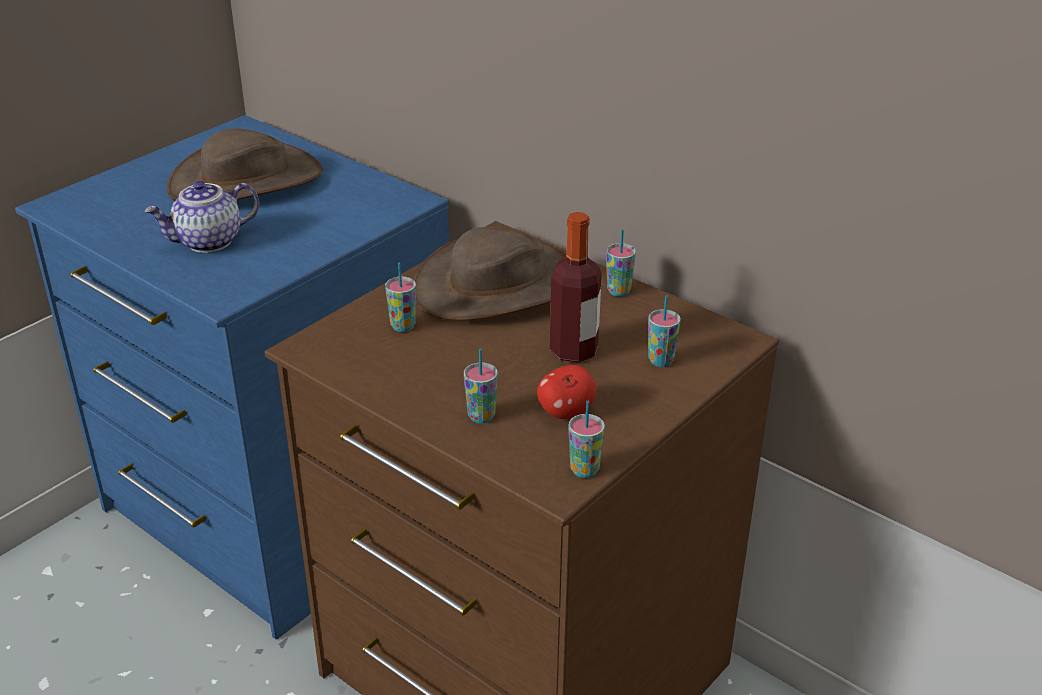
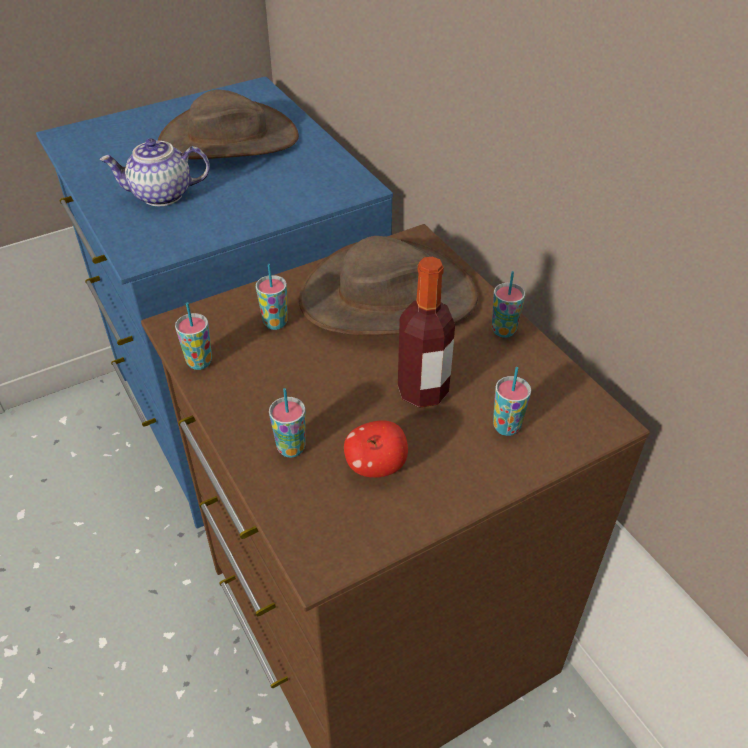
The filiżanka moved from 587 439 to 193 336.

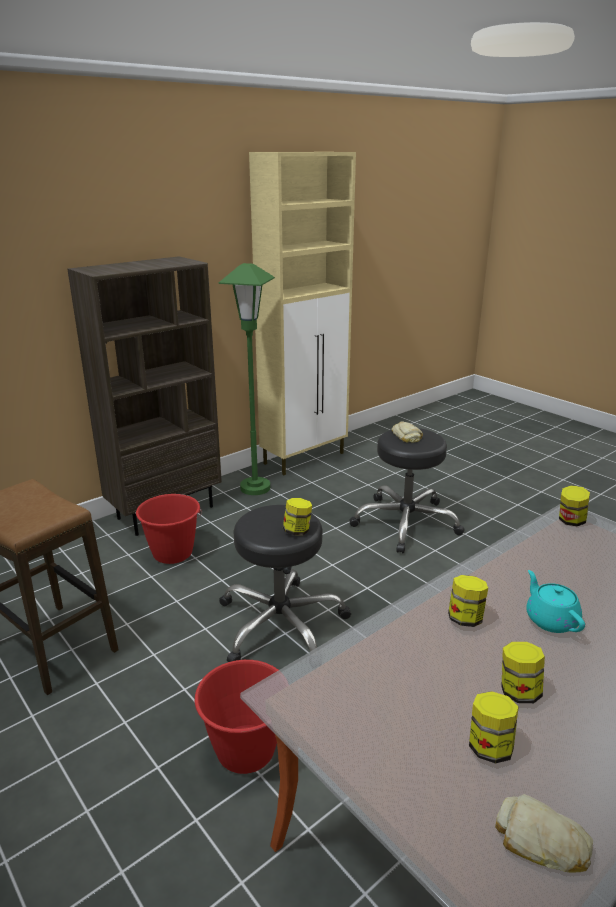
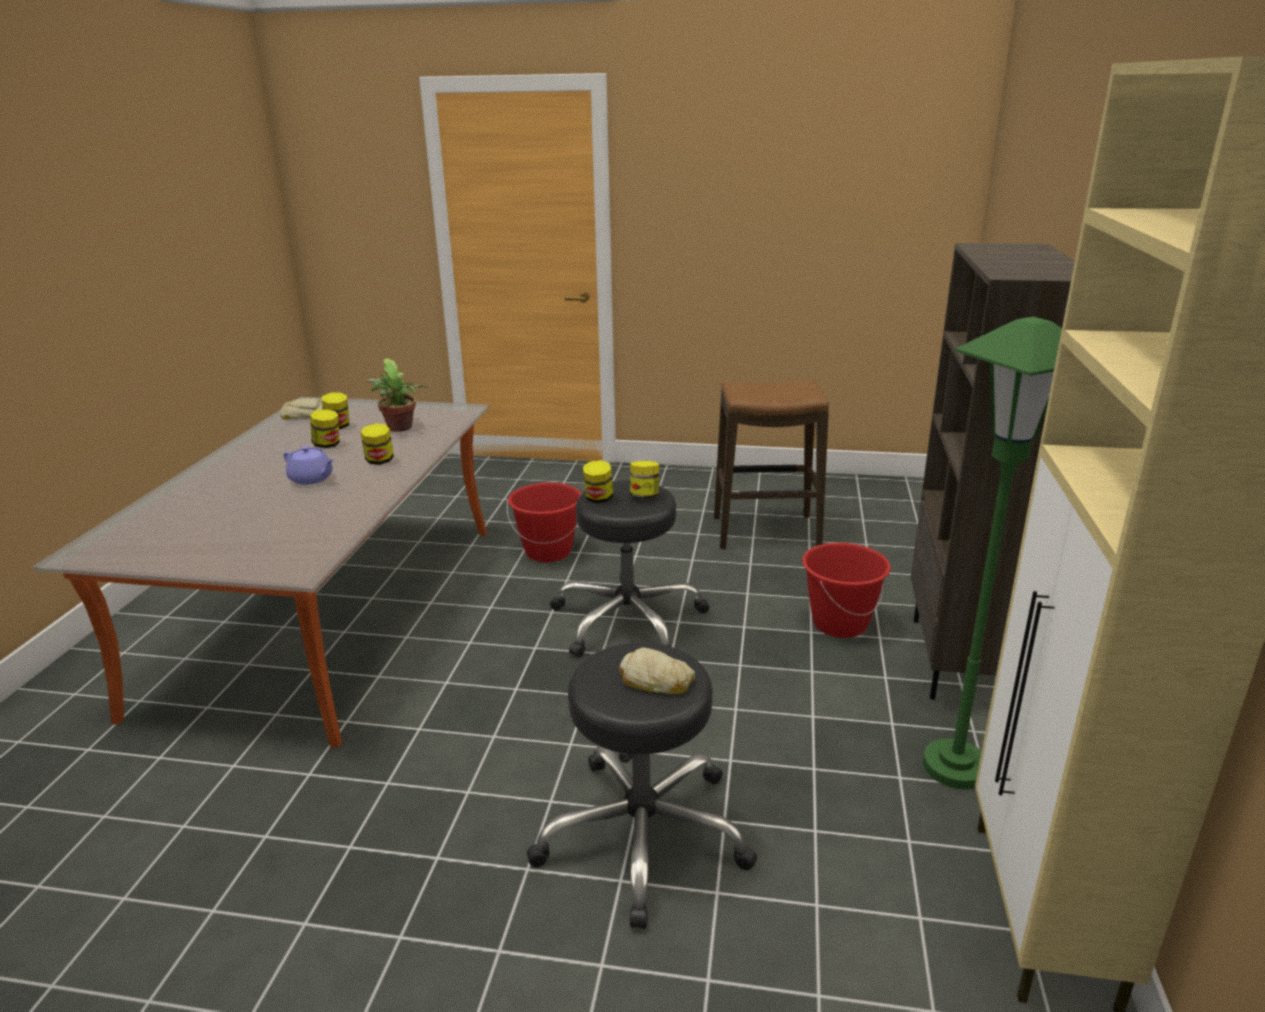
The imbryk [turkusowy] at 555 601 became the imbryk [fioletowy] at 308 465.
The roślina doniczkowa at 396 395 appeared.
The słoik moved from 574 505 to 644 480.

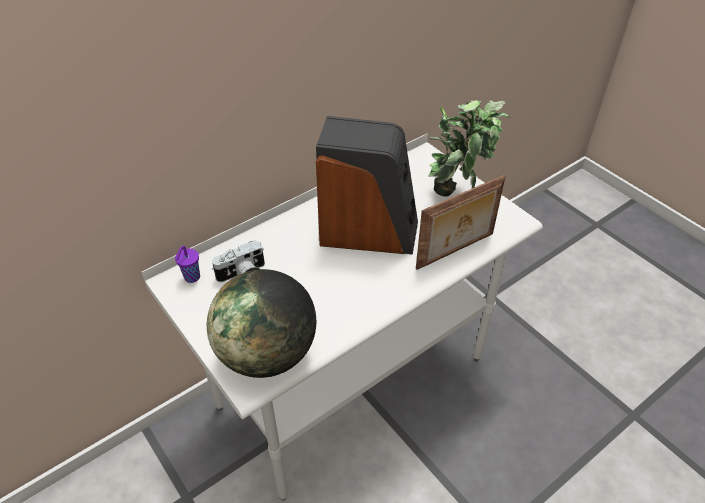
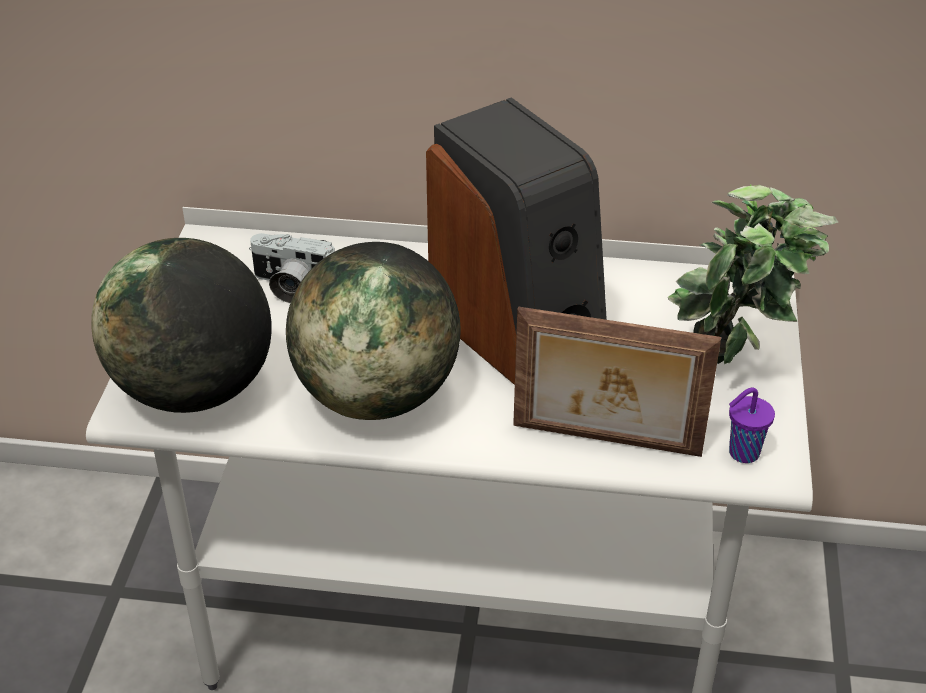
The globus at 373 331 appeared.
The filiżanka [fioletowy] moved from 187 264 to 752 425.

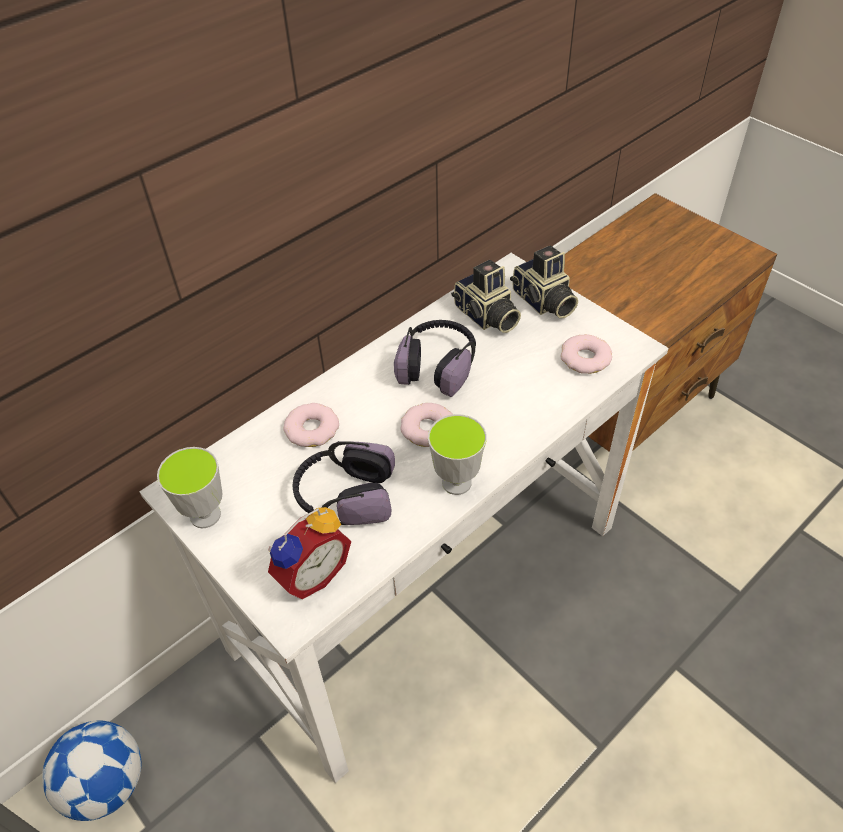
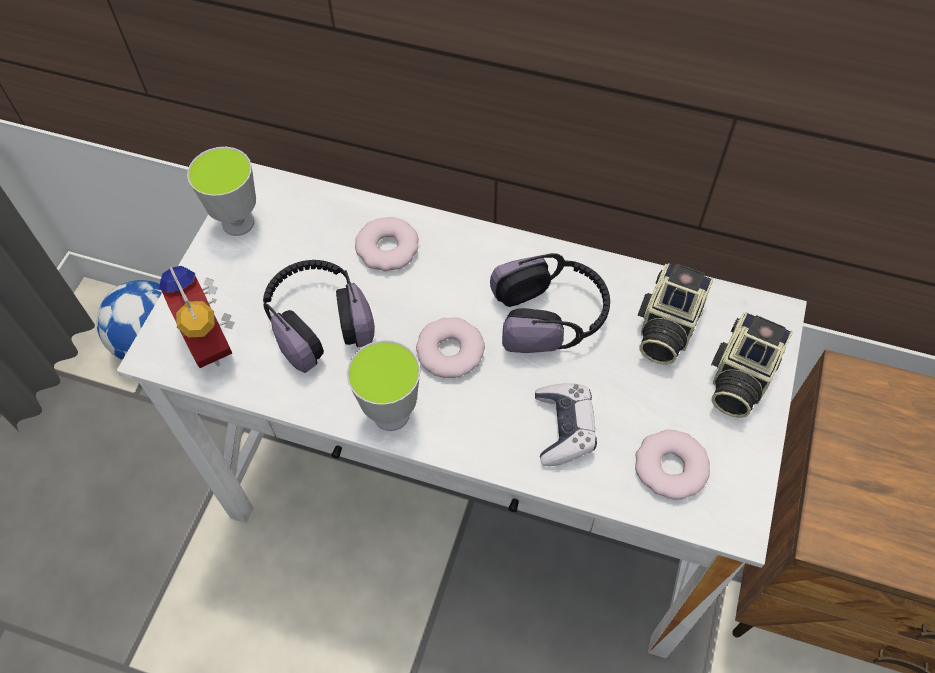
The budzik at 309 553 turned 45 degrees clockwise.
The pad do gier at 566 424 appeared.

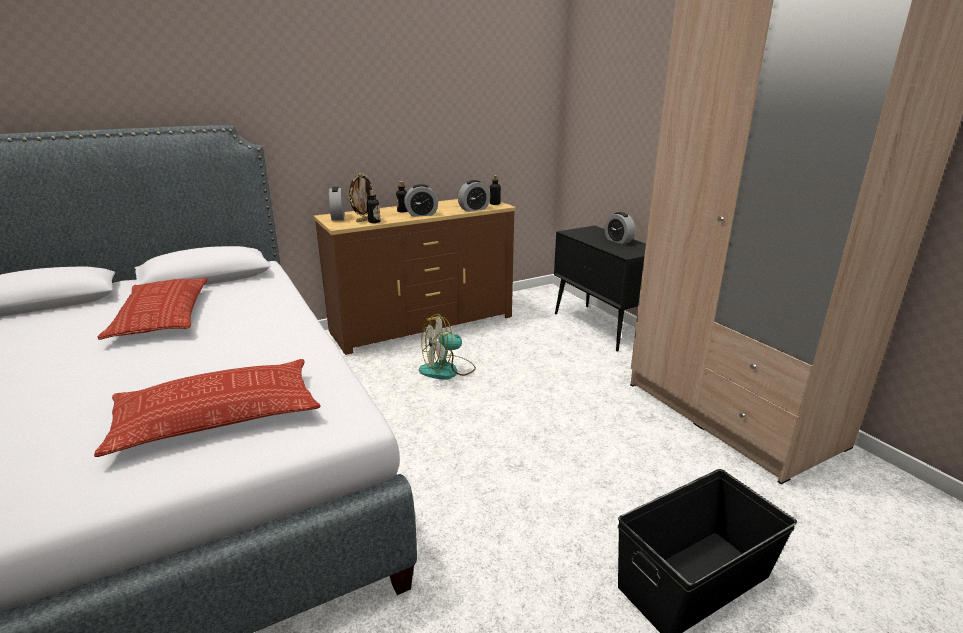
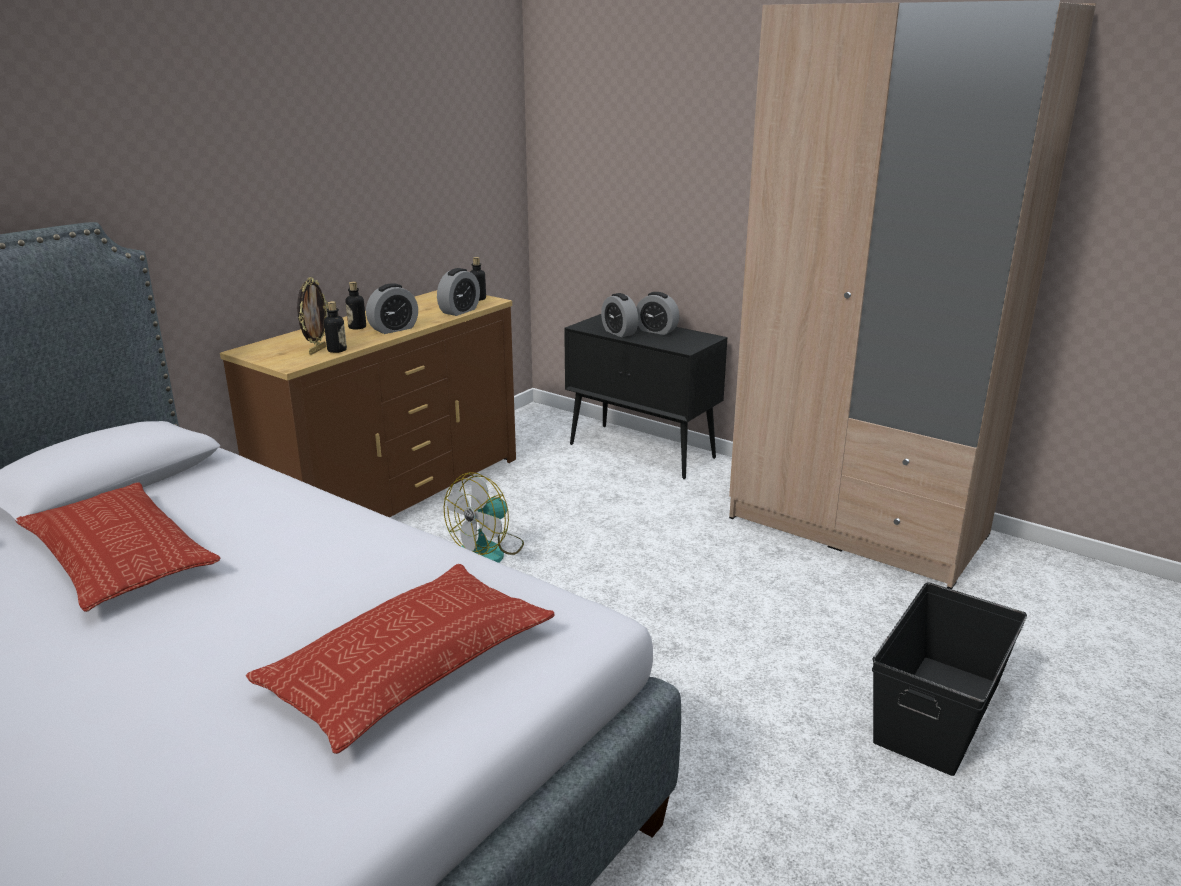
The budzik moved from 337 204 to 619 315.

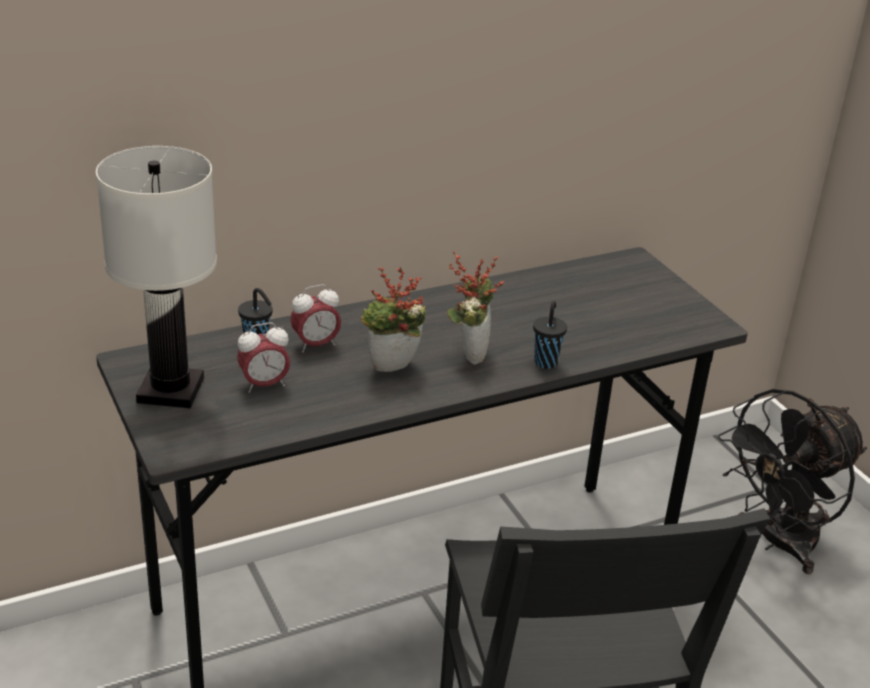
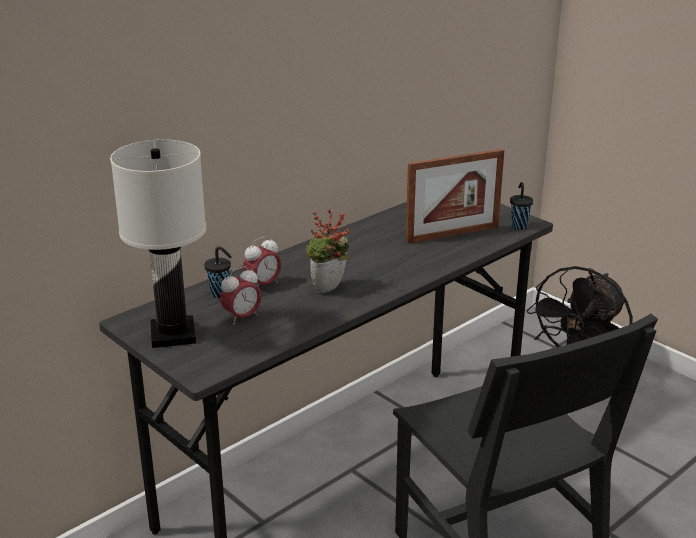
The ramka na zdjęcie at 455 196 appeared.
The filiżanka [czarny] moved from 550 335 to 521 206.
The roślina doniczkowa at 475 308 disappeared.

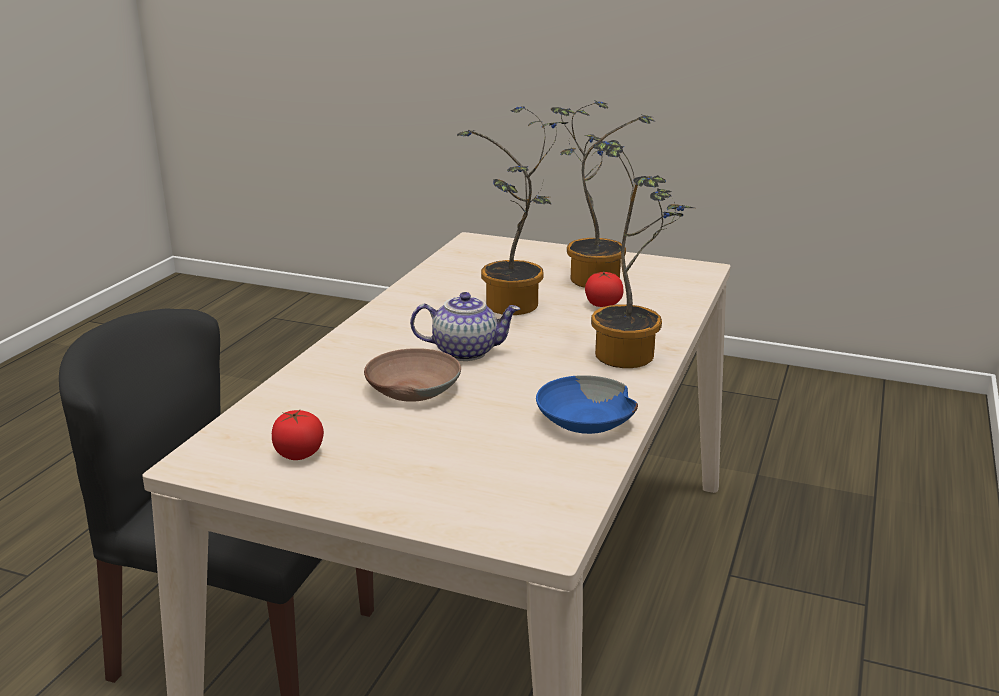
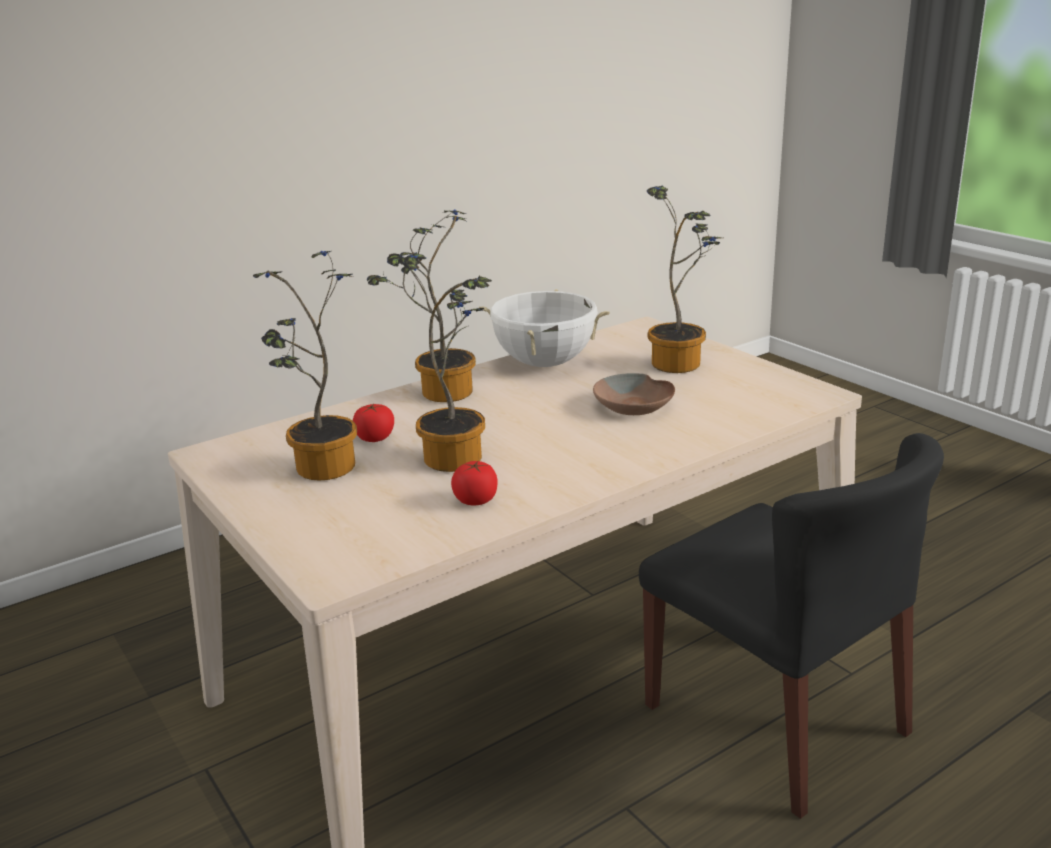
The pomidor moved from 298 434 to 474 483.
The miska [niebieski] at 587 404 was replaced by the garnek [biały] at 544 328.
The roślina doniczkowa at 684 279 appeared.
The imbryk at 465 326 disappeared.

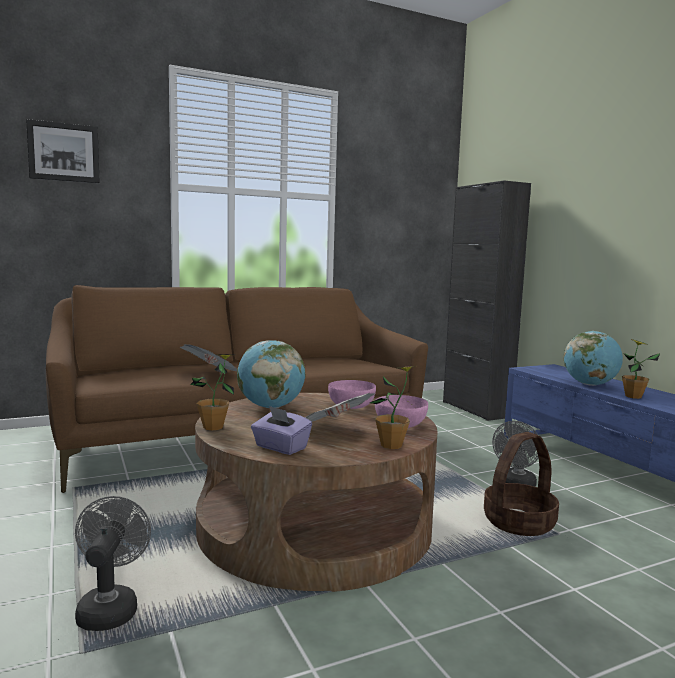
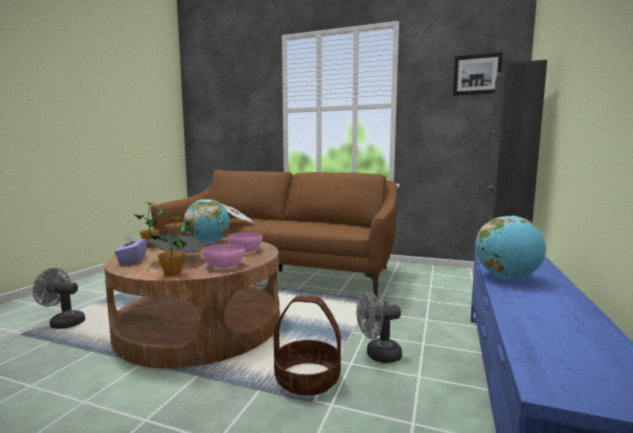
The wentylator [szary] at 113 563 turned 120 degrees counterclockwise.
The obraz moved from 63 151 to 478 74.
The roślina doniczkowa at 641 369 disappeared.

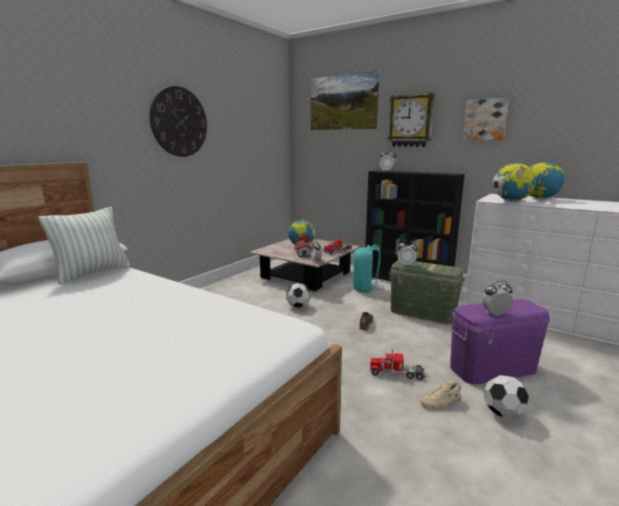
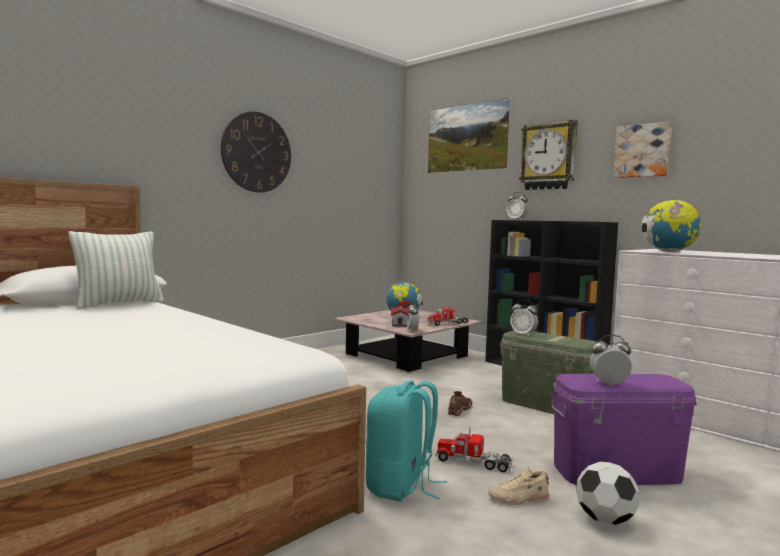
The plecak [turkusowy] moved from 367 269 to 406 441.
The piłka futbolowa at 298 295 disappeared.
The globus at 547 181 disappeared.

